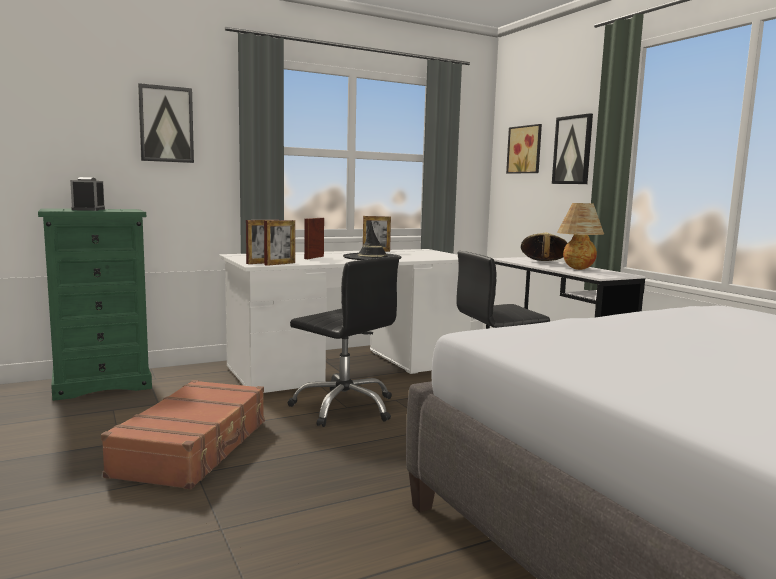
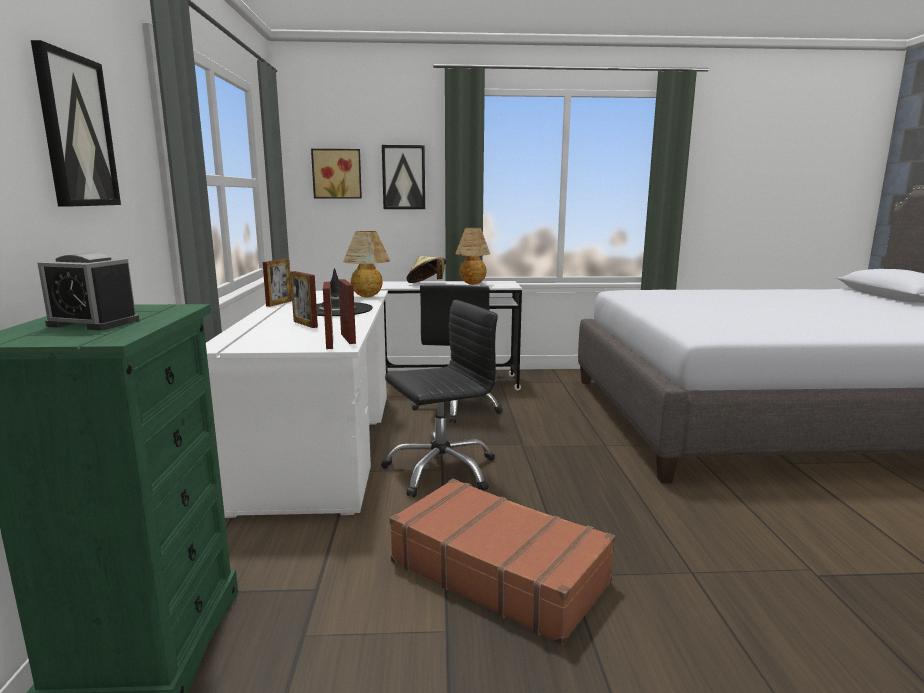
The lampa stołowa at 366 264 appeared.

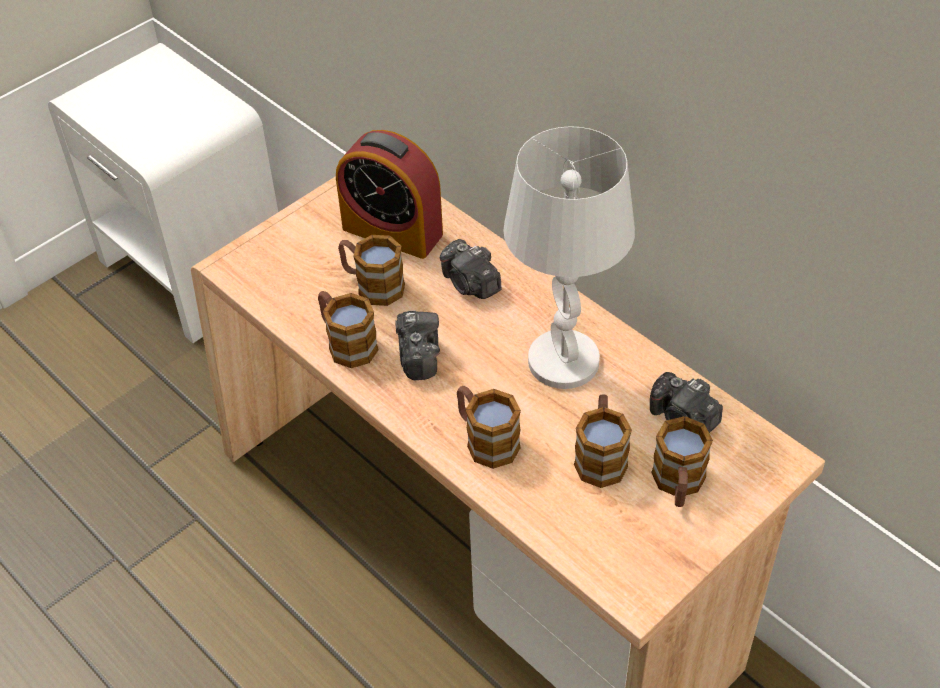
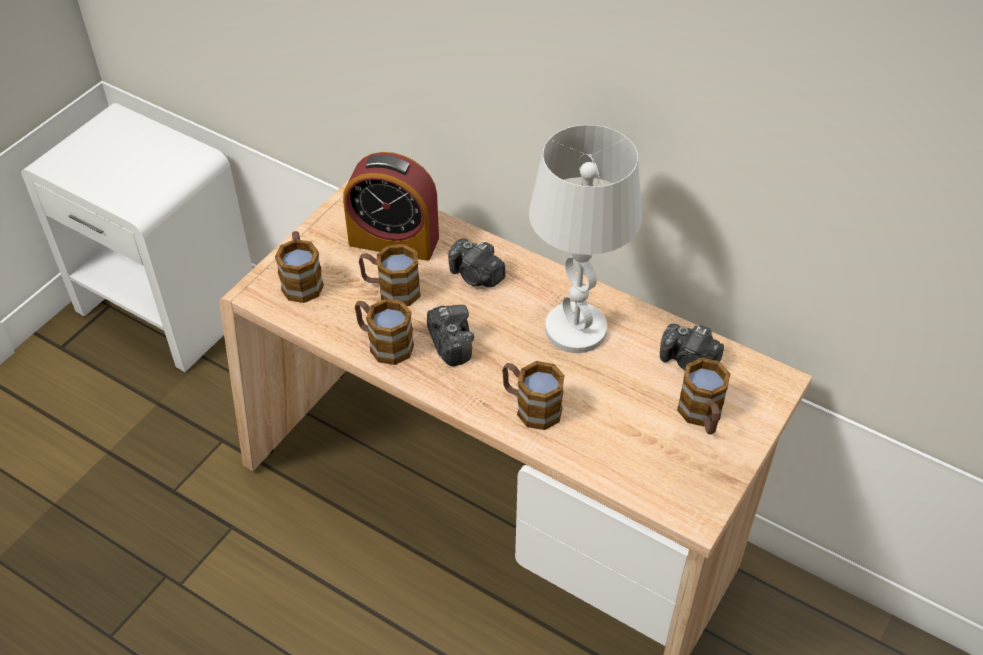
The kubek moved from 603 441 to 299 267.

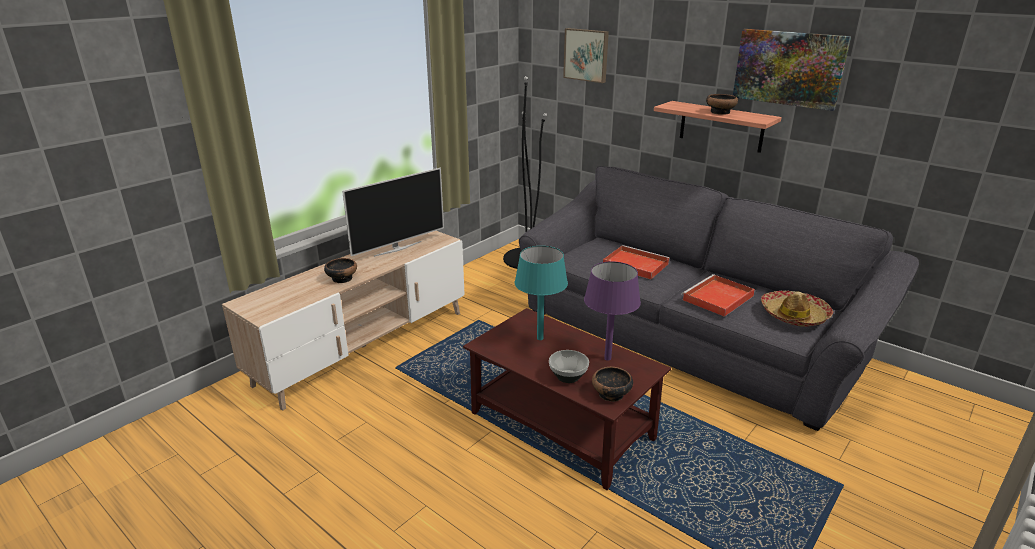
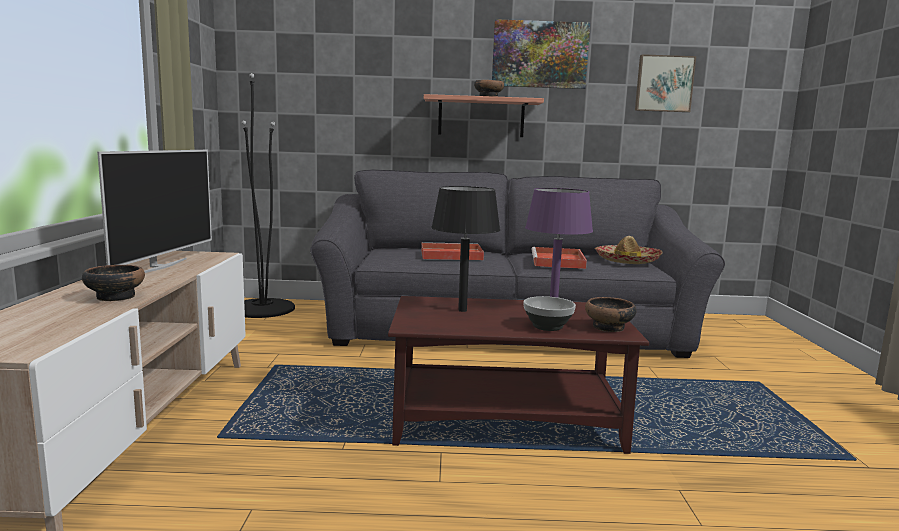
The lampa stołowa [turkusowy] at 541 293 became the lampa stołowa [czarny] at 465 249.
The obraz moved from 586 55 to 665 83.

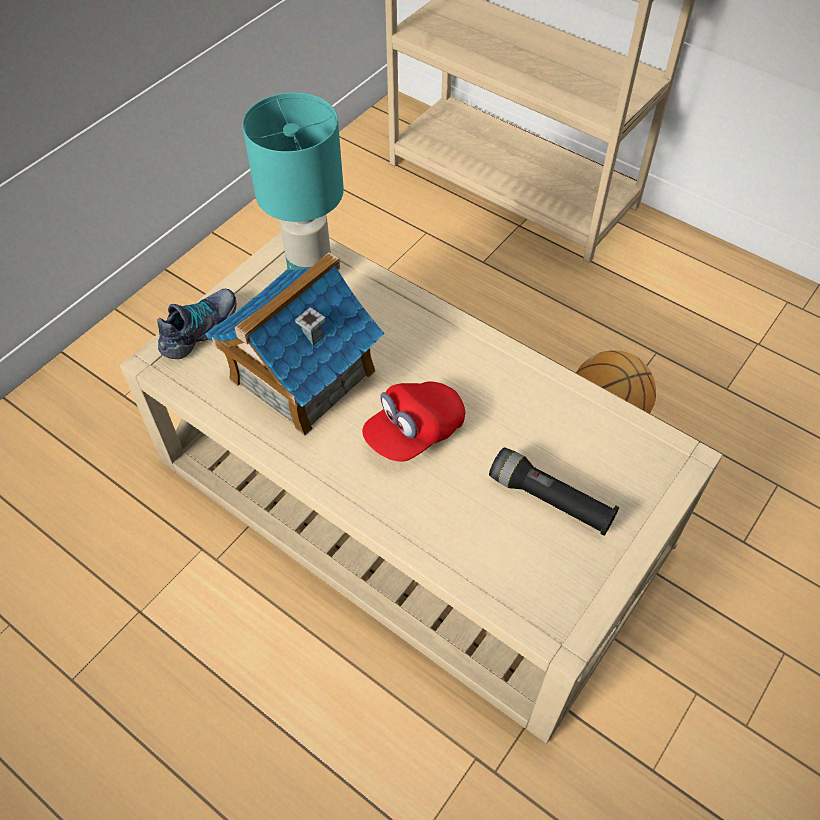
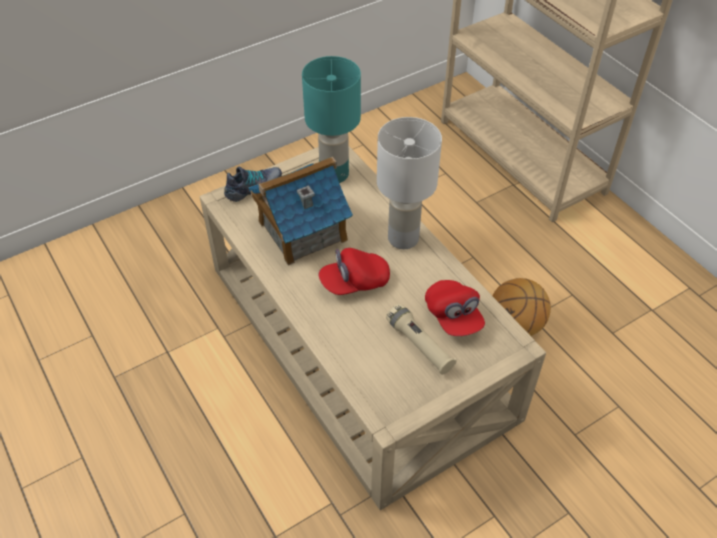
The lampa stołowa [biały] at 409 183 appeared.
The latarka [czarny] at 554 491 became the latarka [beżowy] at 421 339.
The czapka z daszkiem [czerwony] at 455 308 appeared.

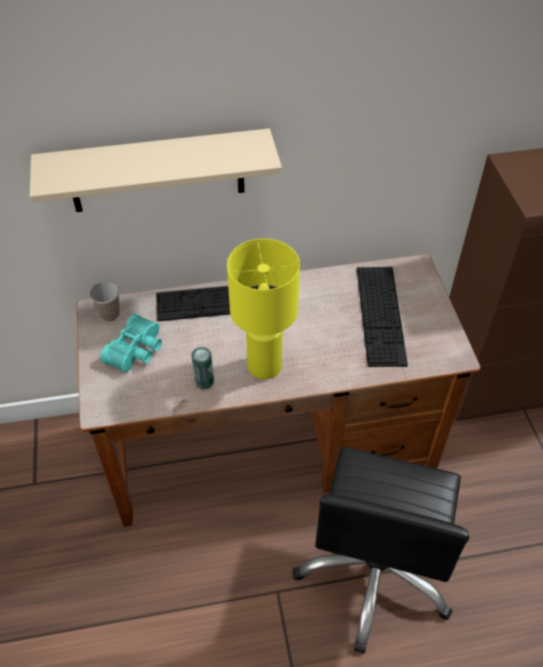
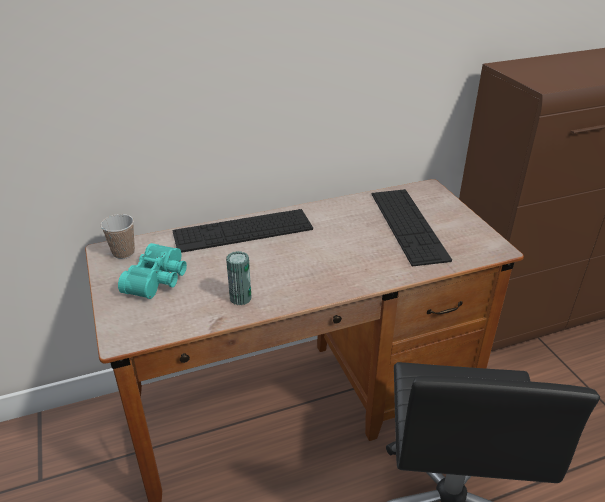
The półka [beżowy] at 156 170 disappeared.
The lampa stołowa [żółty] at 263 309 disappeared.

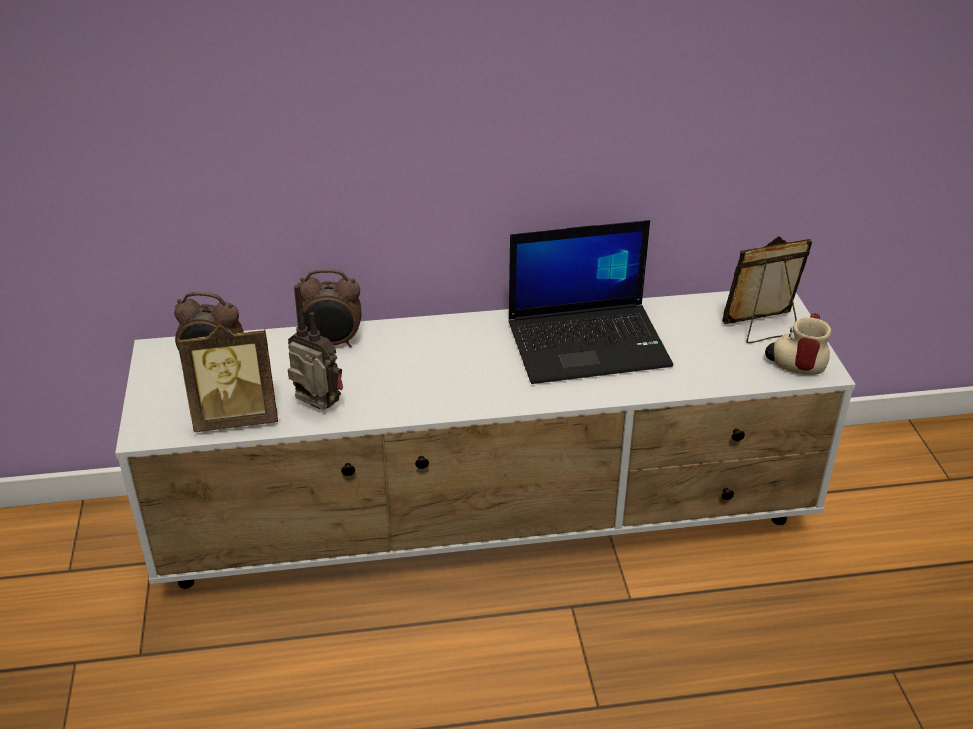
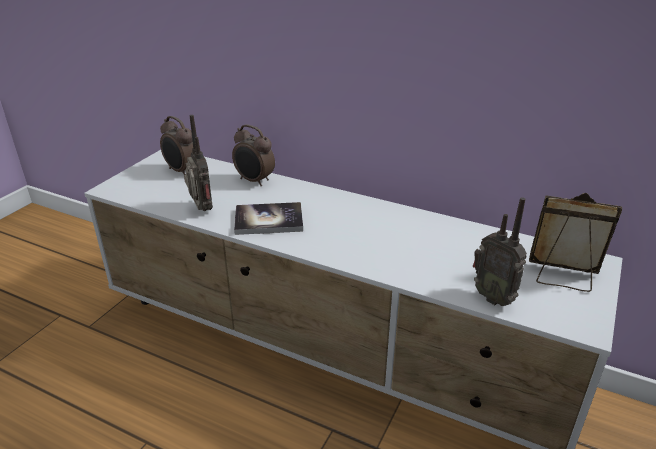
The książka at 268 218 appeared.
The radio at 500 251 appeared.
The ramka na zdjęcie at 227 378 disappeared.
The laptop at 590 302 disappeared.
The kubek at 798 344 disappeared.

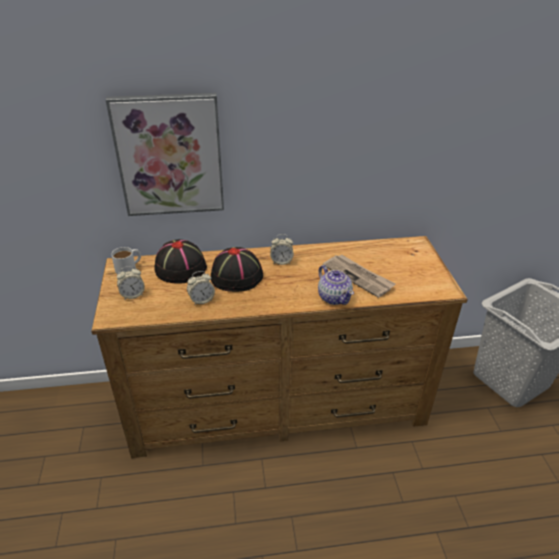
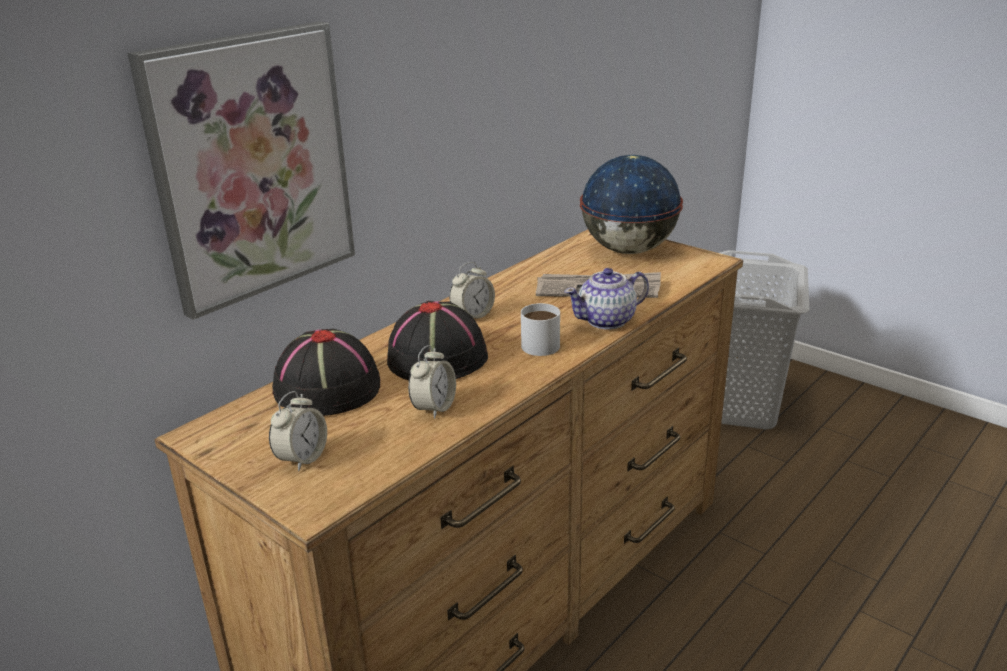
The kubek [biały] moved from 126 260 to 540 329.
The imbryk at 336 285 turned 135 degrees clockwise.
The globus at 631 204 appeared.

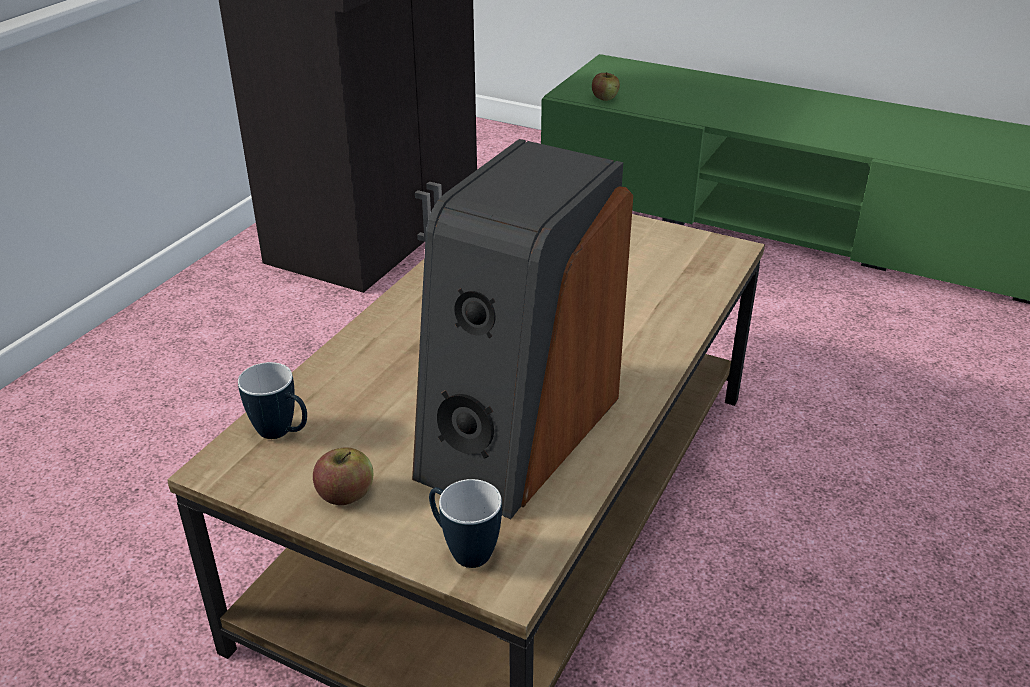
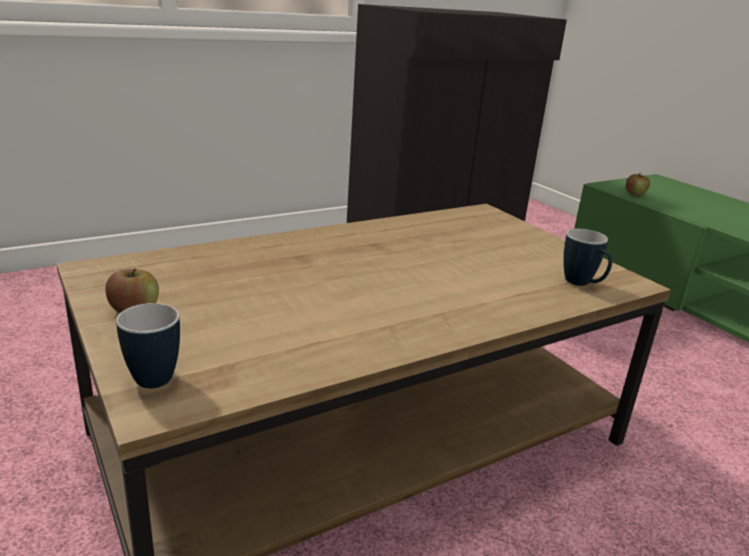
The kubek moved from 272 400 to 587 257.
The głośnik at 522 329 disappeared.

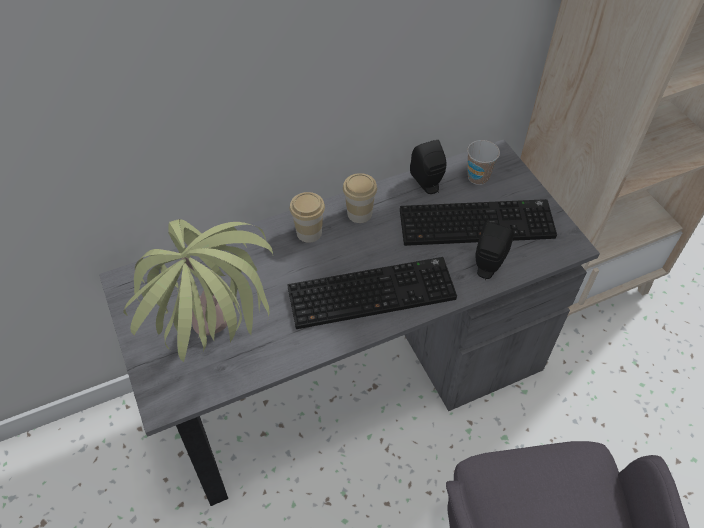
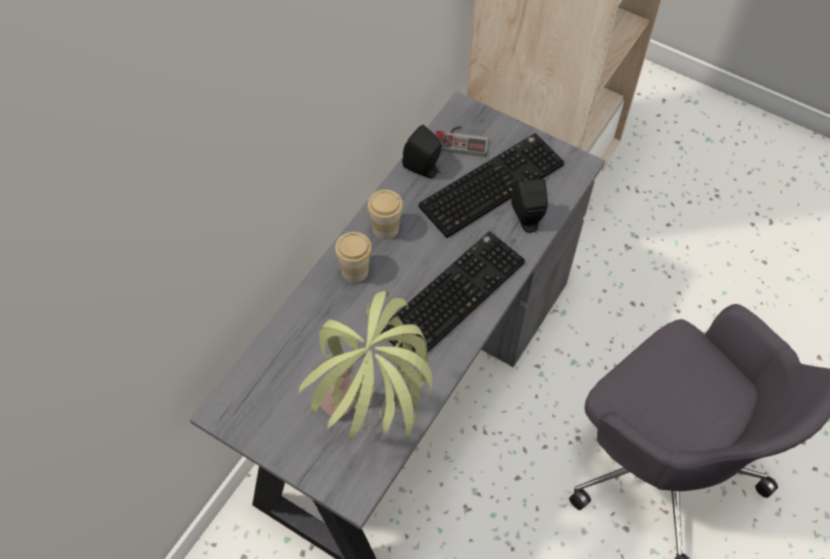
The filiżanka at 483 162 was replaced by the pad do gier at 462 141.

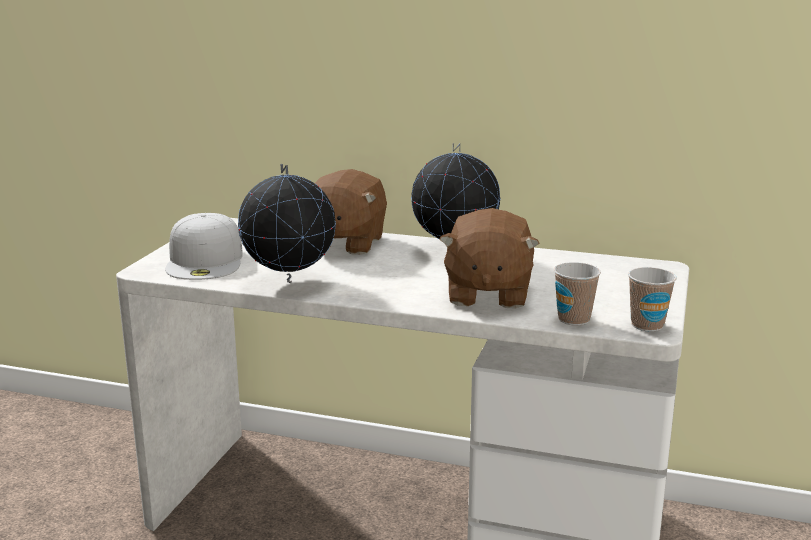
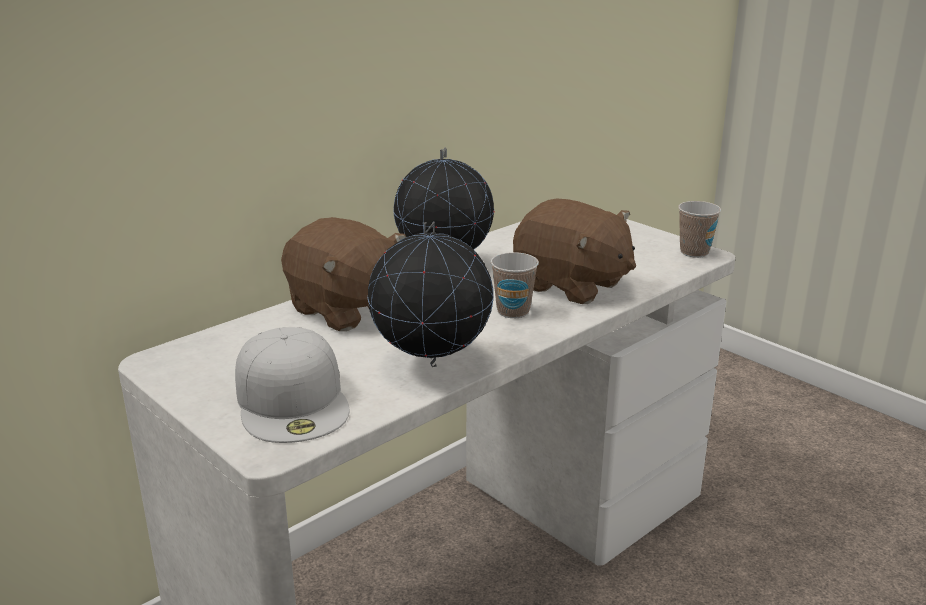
The czapka z daszkiem [biały] at 204 246 turned 45 degrees clockwise.
The filiżanka moved from 577 294 to 515 285.

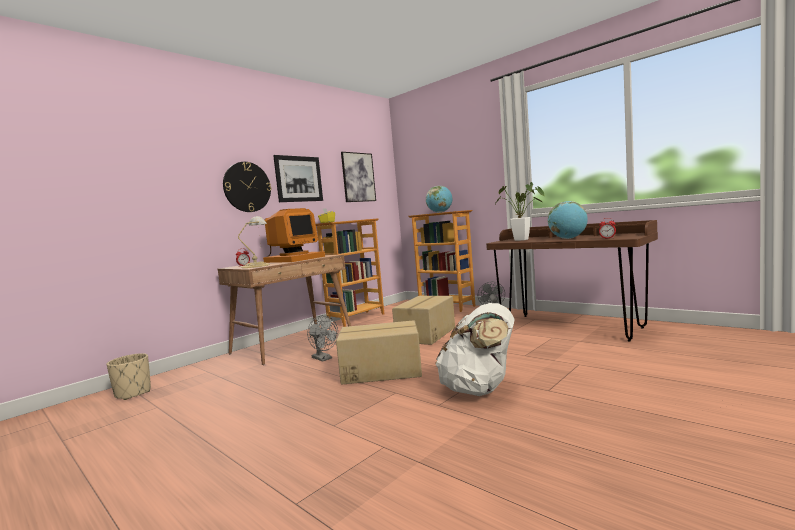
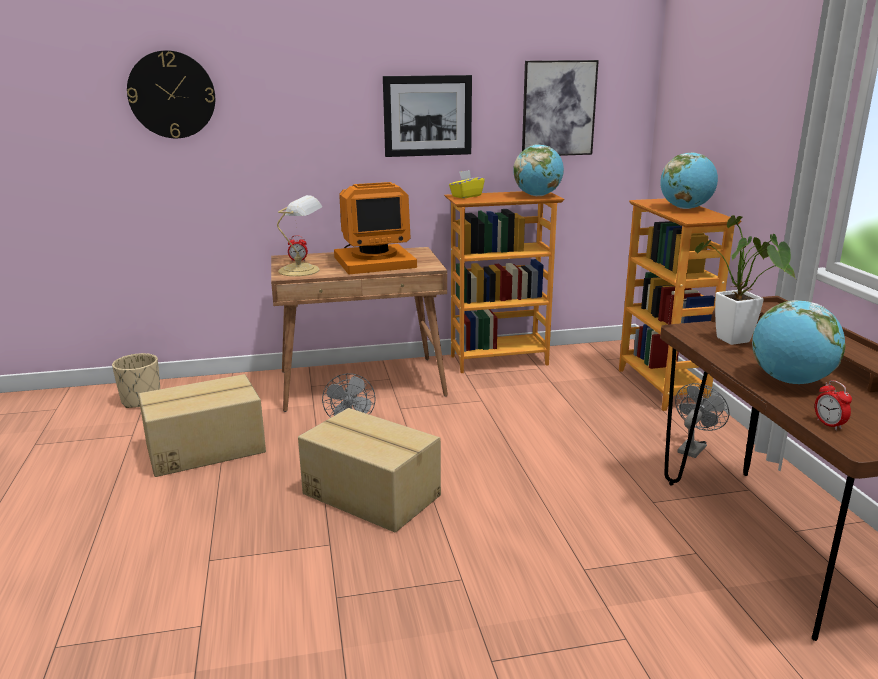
The zegar ścienny moved from 247 187 to 171 94.
The karton moved from 423 320 to 202 425.
The globus at 539 170 appeared.
The plecak [biały] at 475 349 disappeared.

